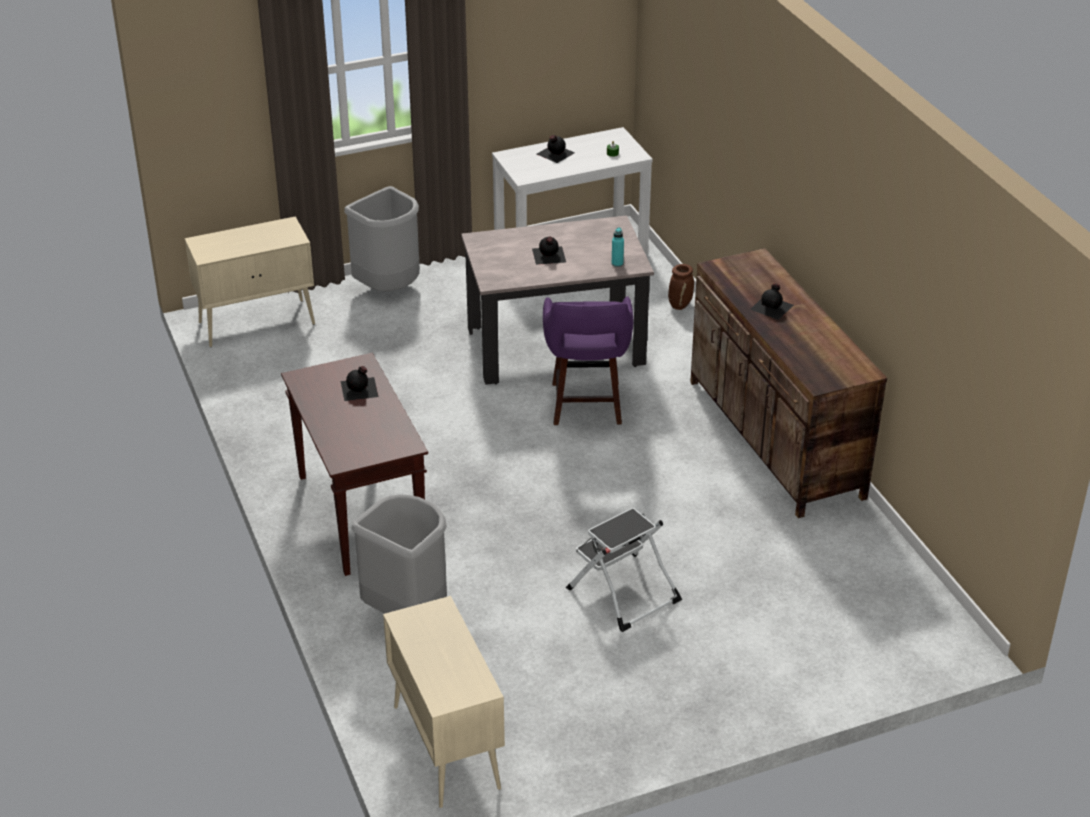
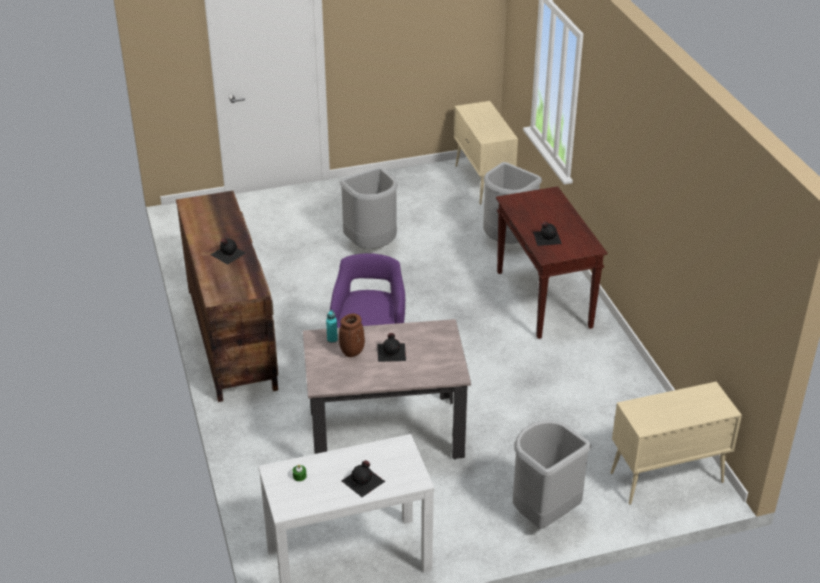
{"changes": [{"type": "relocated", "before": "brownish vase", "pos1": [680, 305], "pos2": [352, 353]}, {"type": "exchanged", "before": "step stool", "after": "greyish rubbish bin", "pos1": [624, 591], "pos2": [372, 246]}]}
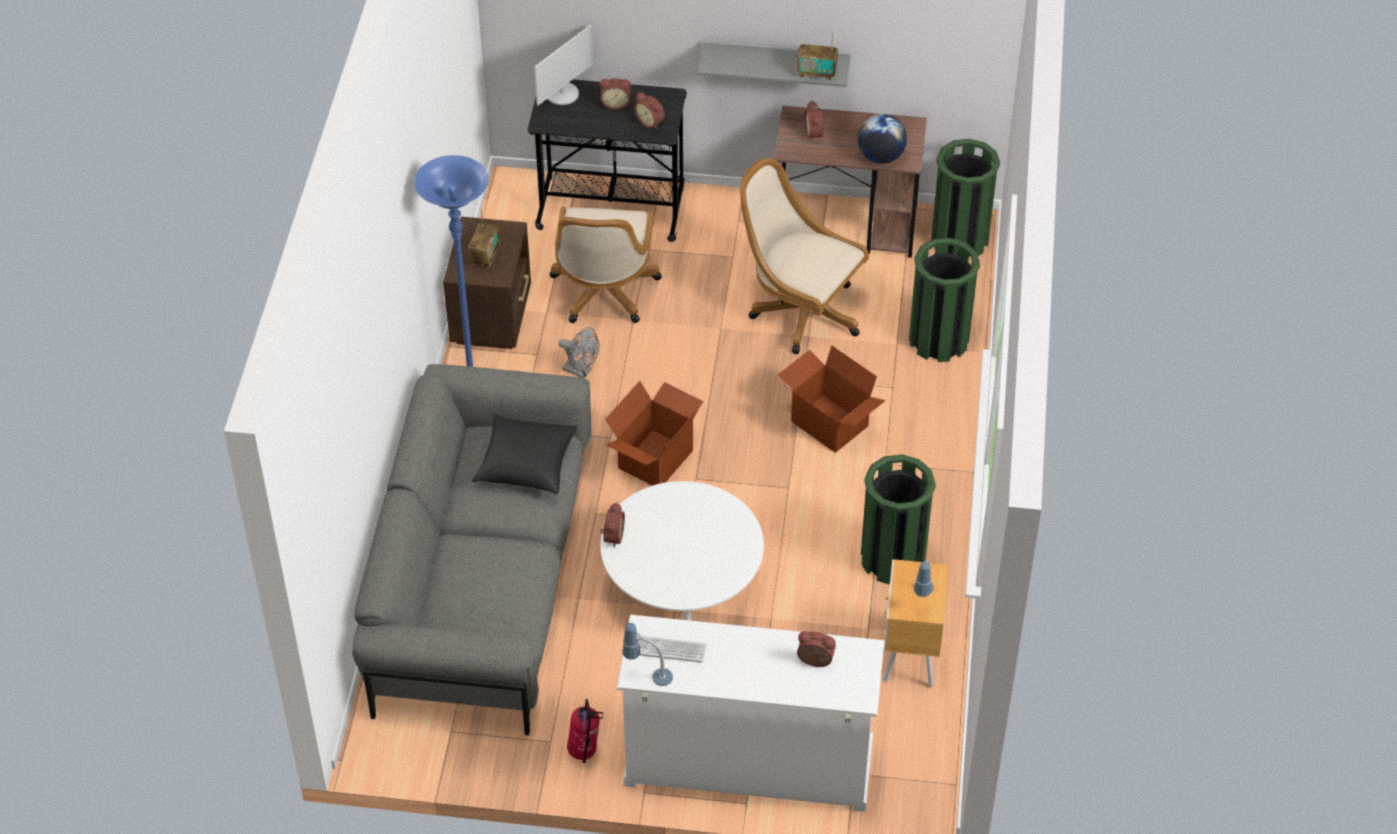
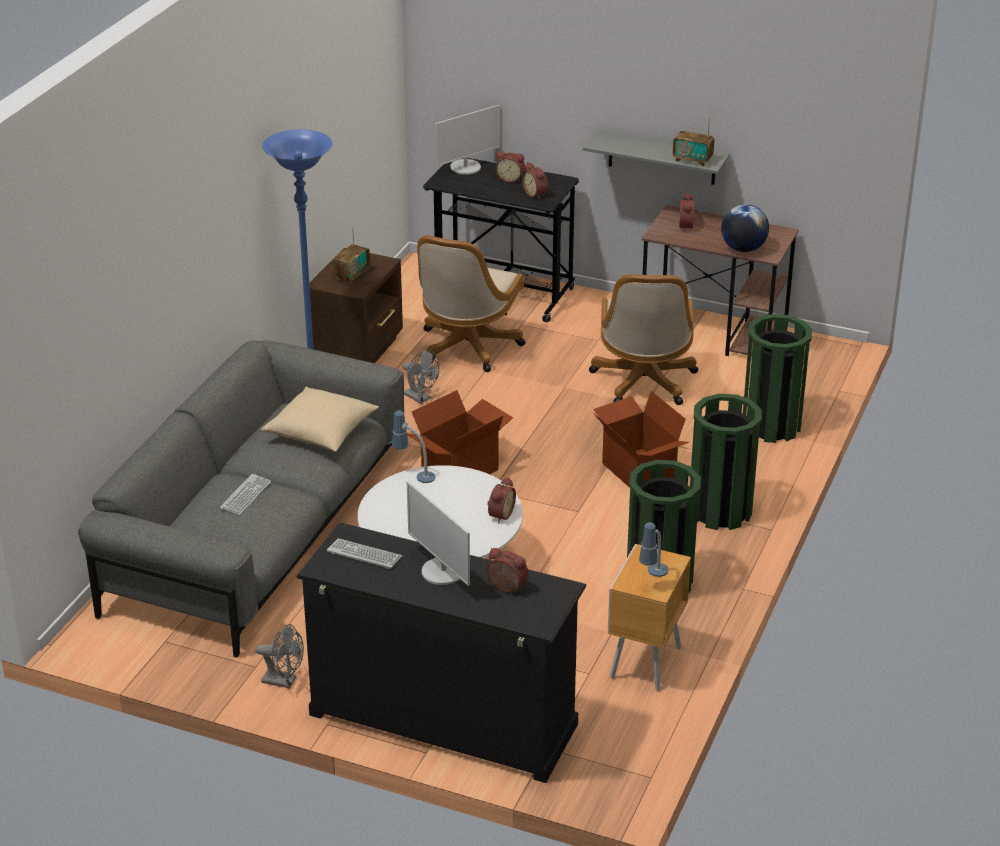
{"changes": [{"type": "appeared", "after": "PC keyboard", "pos2": [245, 495]}, {"type": "appeared", "after": "computer display", "pos2": [442, 572]}, {"type": "relocated", "before": "bedside clock", "pos1": [612, 536], "pos2": [499, 514]}, {"type": "relocated", "before": "lamp for a table", "pos1": [648, 675], "pos2": [414, 474]}, {"type": "relocated", "before": "greenish rubbish bin", "pos1": [959, 239], "pos2": [720, 511]}, {"type": "exchanged", "before": "fire-fighting cylinder", "after": "greyish fan", "pos1": [584, 752], "pos2": [284, 681]}, {"type": "colour", "before": "blackish throw pillow", "after": "sand-coloured throw pillow", "pos1": [526, 464], "pos2": [321, 432]}, {"type": "colour", "before": "whitish cupboard", "after": "blackish cupboard", "pos1": [747, 763], "pos2": [442, 719]}, {"type": "spun", "before": "desk chair", "pos1": [799, 310], "pos2": [644, 385], "turn": -135}]}
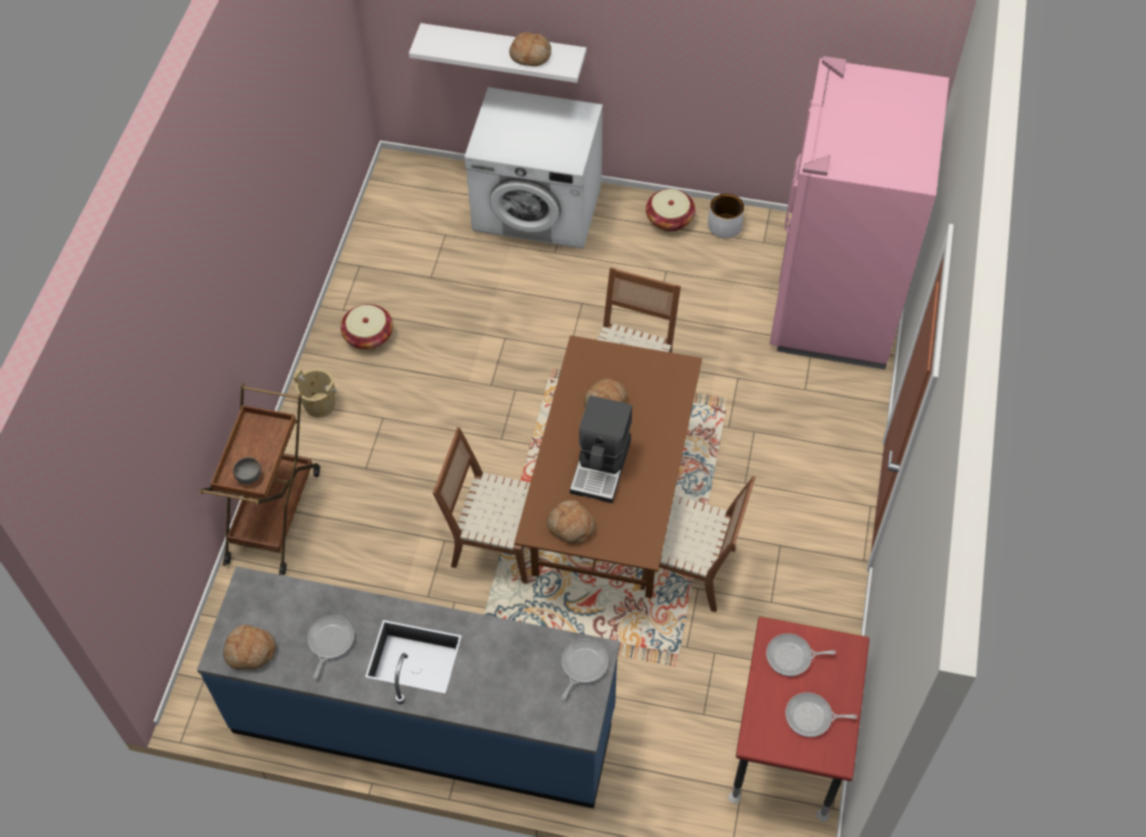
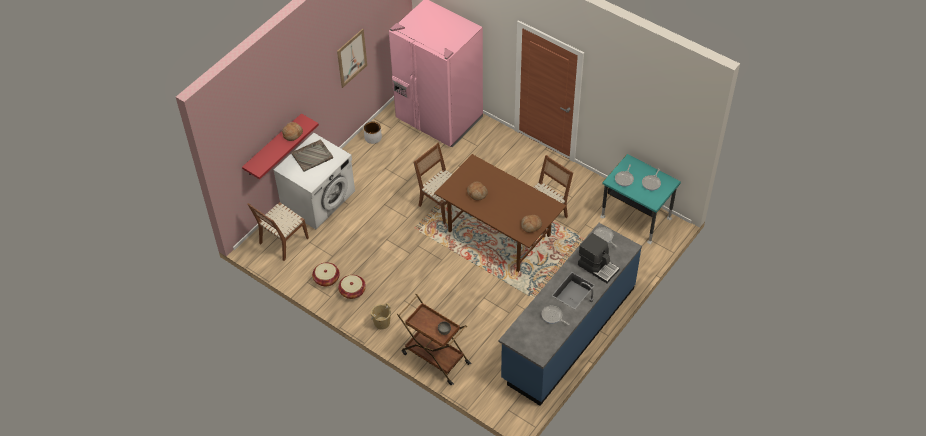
{"changes": [{"type": "missing", "before": "bakery bread", "pos1": [250, 651]}, {"type": "appeared", "after": "greyish serving tray", "pos2": [312, 156]}, {"type": "appeared", "after": "wall picture", "pos2": [352, 58]}, {"type": "relocated", "before": "plain chair", "pos1": [494, 542], "pos2": [282, 242]}, {"type": "relocated", "before": "coffee brewer", "pos1": [602, 466], "pos2": [598, 267]}, {"type": "relocated", "before": "storage basket", "pos1": [669, 219], "pos2": [326, 279]}, {"type": "colour", "before": "whitish bracket shelf", "after": "reddish bracket shelf", "pos1": [503, 48], "pos2": [273, 145]}, {"type": "colour", "before": "reddish desk table", "after": "turquoise desk table", "pos1": [788, 745], "pos2": [636, 217]}]}
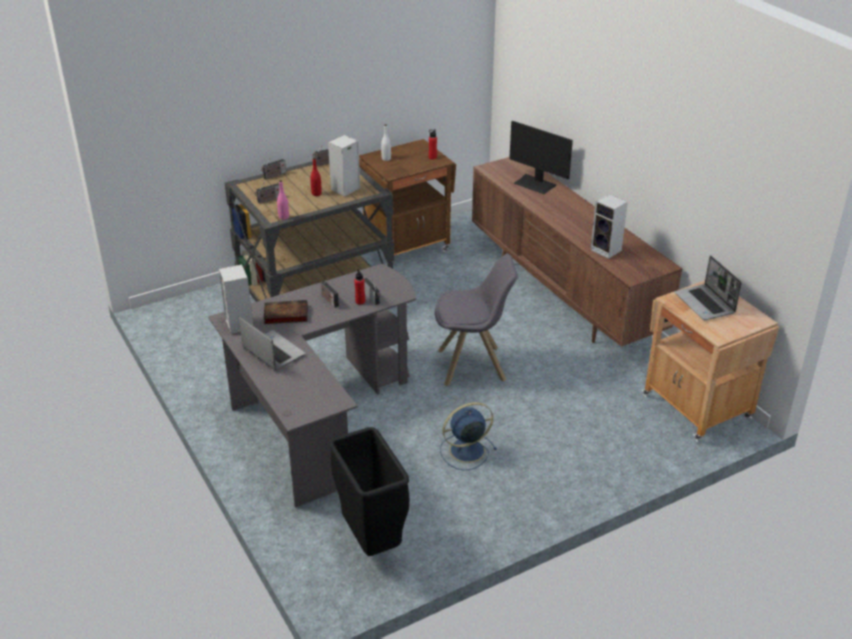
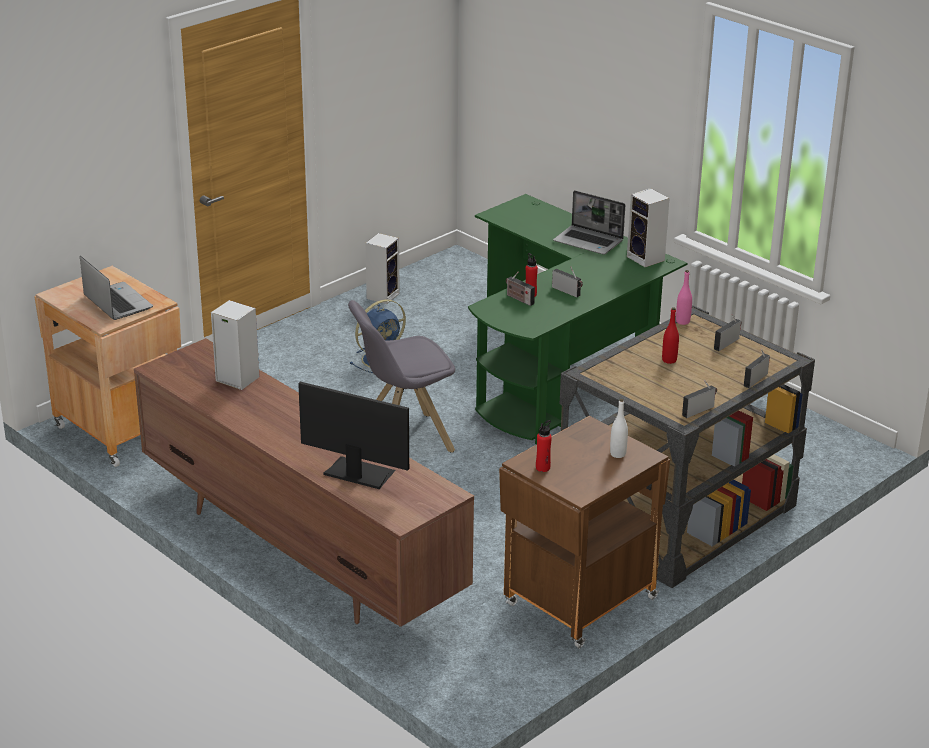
{"changes": [{"type": "missing", "before": "volume", "pos1": [284, 315]}, {"type": "missing", "before": "blackish rubbish bin", "pos1": [372, 541]}, {"type": "relocated", "before": "speaker", "pos1": [345, 190], "pos2": [383, 295]}, {"type": "colour", "before": "greyish desk table", "after": "greenish desk table", "pos1": [314, 414], "pos2": [563, 369]}]}
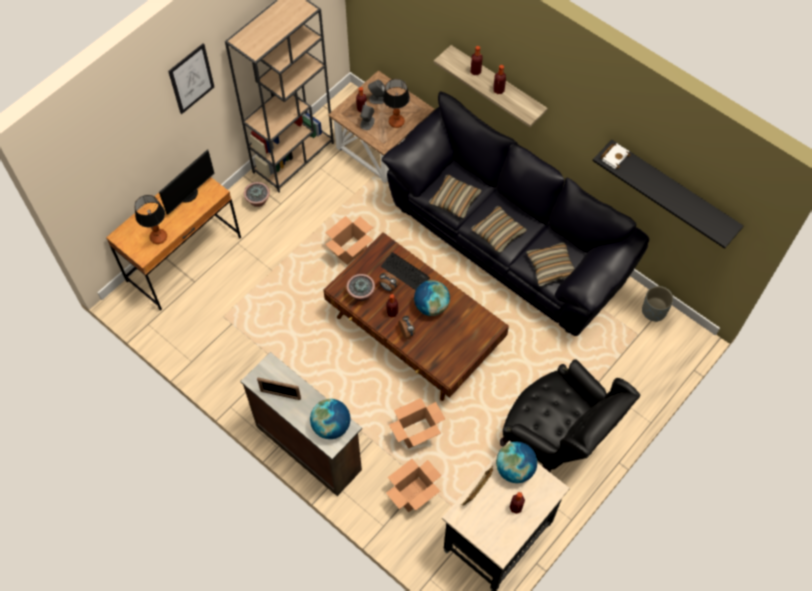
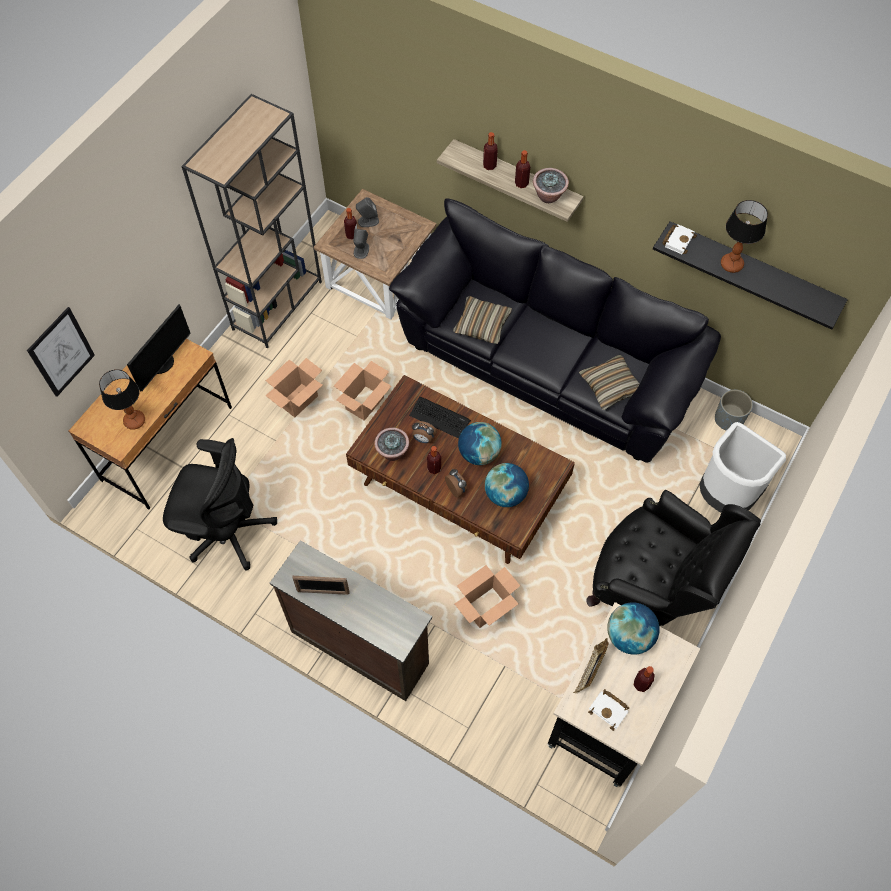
{"changes": [{"type": "missing", "before": "throw pillow", "pos1": [498, 233]}, {"type": "appeared", "after": "blackish desk chair", "pos2": [223, 531]}, {"type": "appeared", "after": "whitish volume", "pos2": [609, 710]}, {"type": "appeared", "after": "whitish rubbish bin", "pos2": [725, 497]}, {"type": "relocated", "before": "wall picture", "pos1": [191, 78], "pos2": [61, 352]}, {"type": "relocated", "before": "plant in a pot", "pos1": [258, 201], "pos2": [549, 196]}, {"type": "relocated", "before": "world globe", "pos1": [331, 426], "pos2": [505, 494]}, {"type": "relocated", "before": "lamp for a table", "pos1": [396, 122], "pos2": [731, 265]}, {"type": "relocated", "before": "carton", "pos1": [413, 495], "pos2": [298, 401]}]}
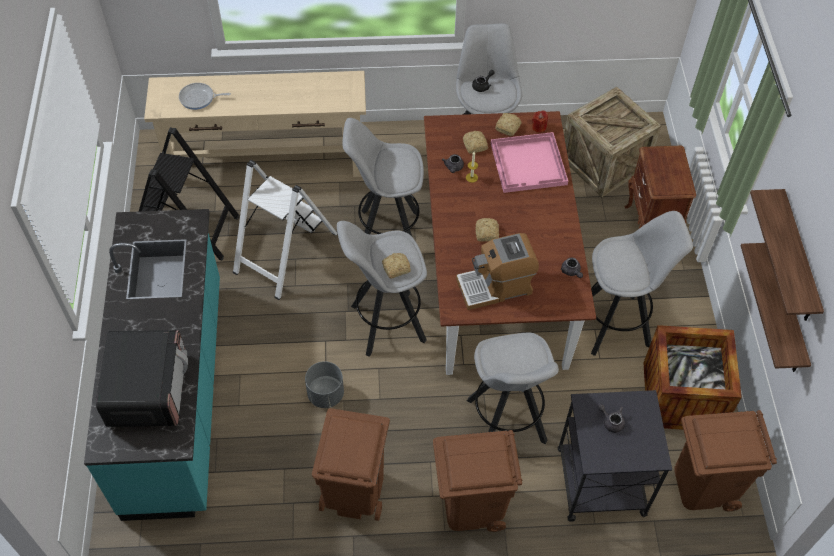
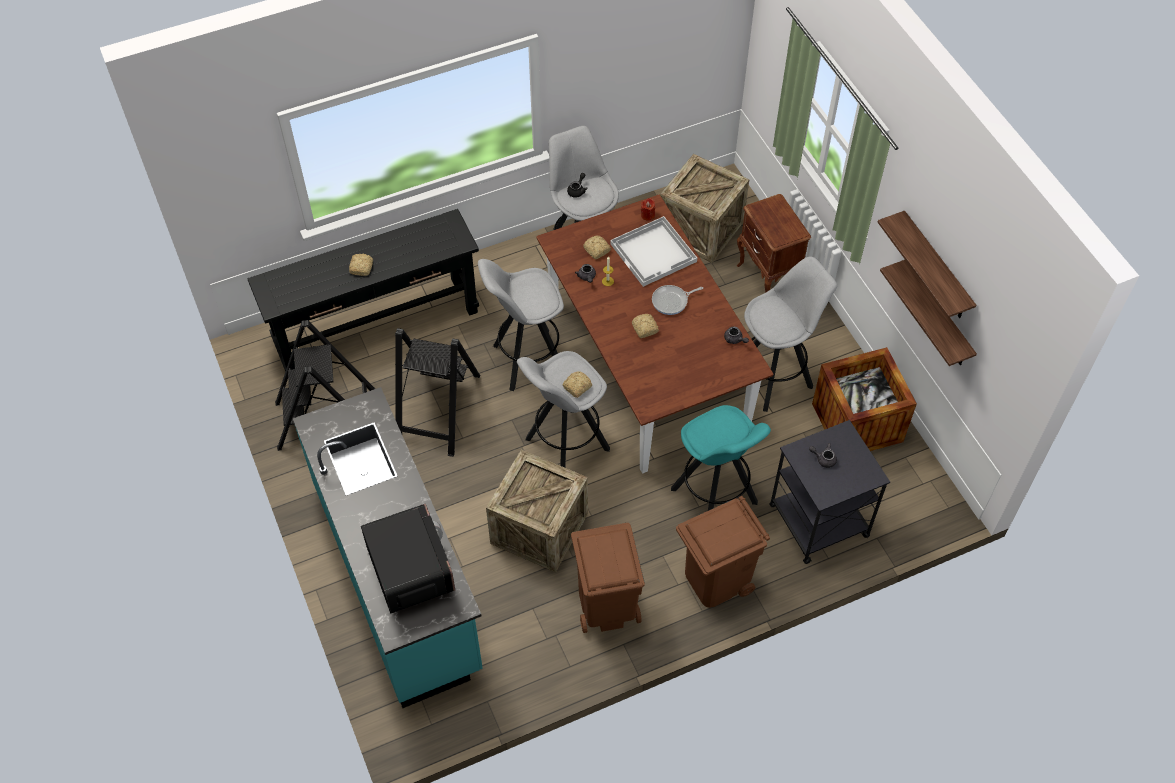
{"changes": [{"type": "missing", "before": "coffee brewer", "pos1": [495, 286]}, {"type": "missing", "before": "brownish rubbish bin", "pos1": [704, 485]}, {"type": "relocated", "before": "skillet", "pos1": [199, 98], "pos2": [672, 301]}, {"type": "relocated", "before": "bakery bread", "pos1": [508, 127], "pos2": [362, 267]}, {"type": "exchanged", "before": "greyish planter", "after": "shipping crate", "pos1": [325, 394], "pos2": [539, 528]}, {"type": "colour", "before": "sand-coloured hall table", "after": "blackish hall table", "pos1": [267, 161], "pos2": [377, 326]}, {"type": "colour", "before": "whitish step stool", "after": "blackish step stool", "pos1": [285, 253], "pos2": [438, 410]}, {"type": "colour", "before": "greyish stool", "after": "turquoise stool", "pos1": [506, 423], "pos2": [715, 498]}, {"type": "colour", "before": "pink-coloured serving tray", "after": "whitish serving tray", "pos1": [529, 164], "pos2": [654, 253]}]}
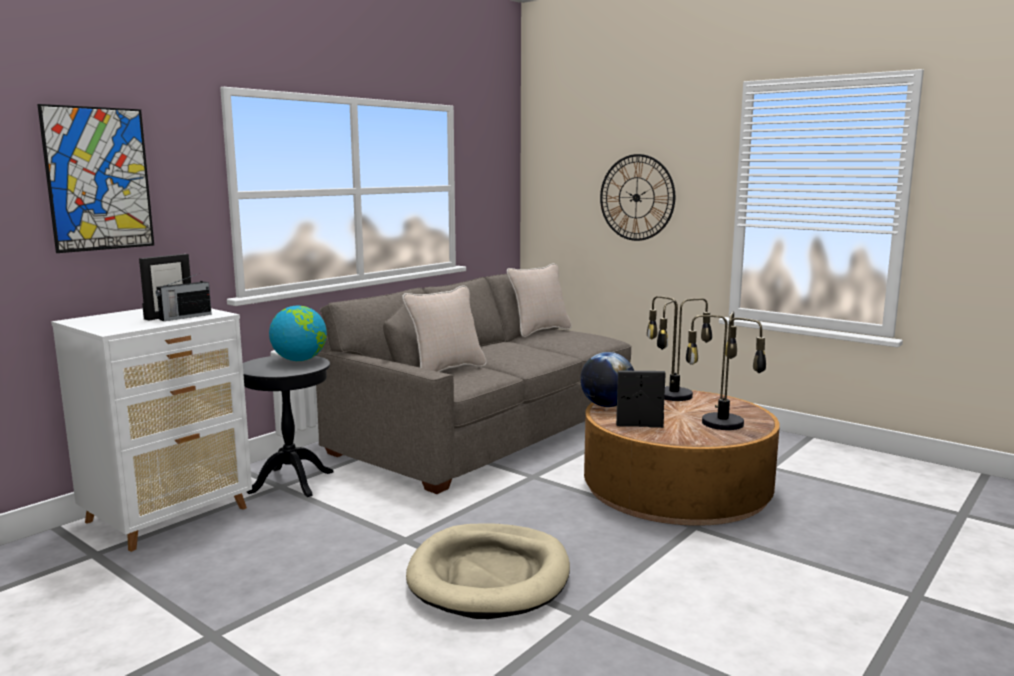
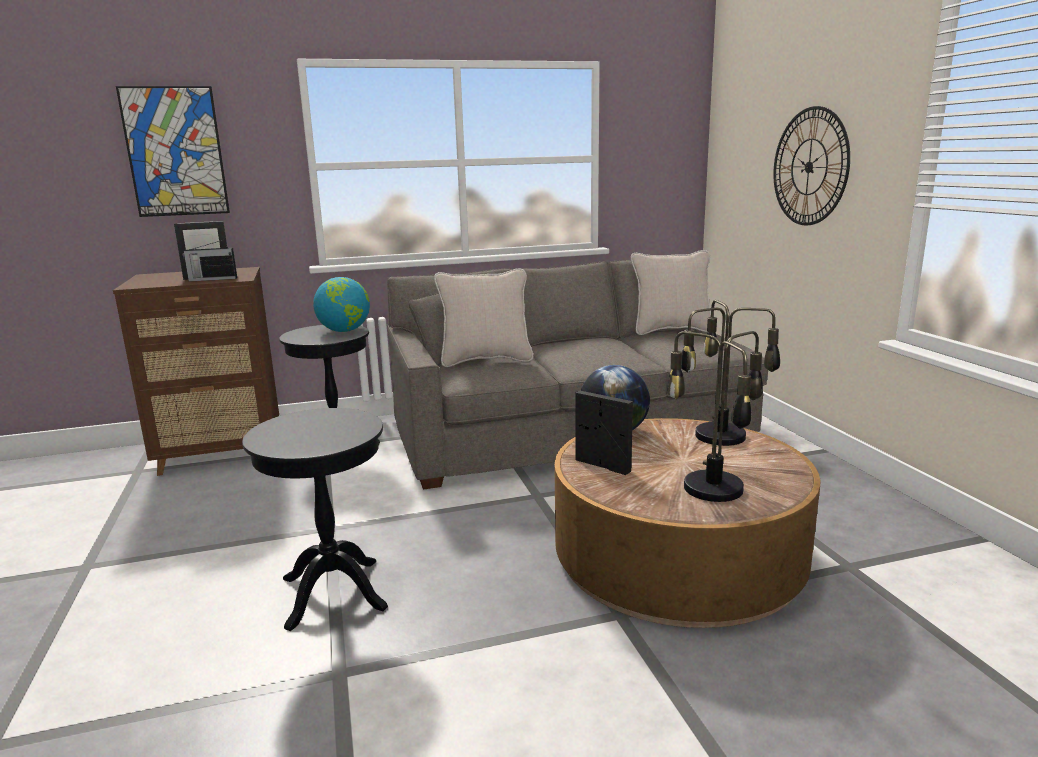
{"changes": [{"type": "exchanged", "before": "sand-coloured pet bed", "after": "blackish accent table", "pos1": [489, 576], "pos2": [333, 593]}, {"type": "colour", "before": "whitish drawer chest", "after": "brownish drawer chest", "pos1": [169, 514], "pos2": [222, 451]}]}
